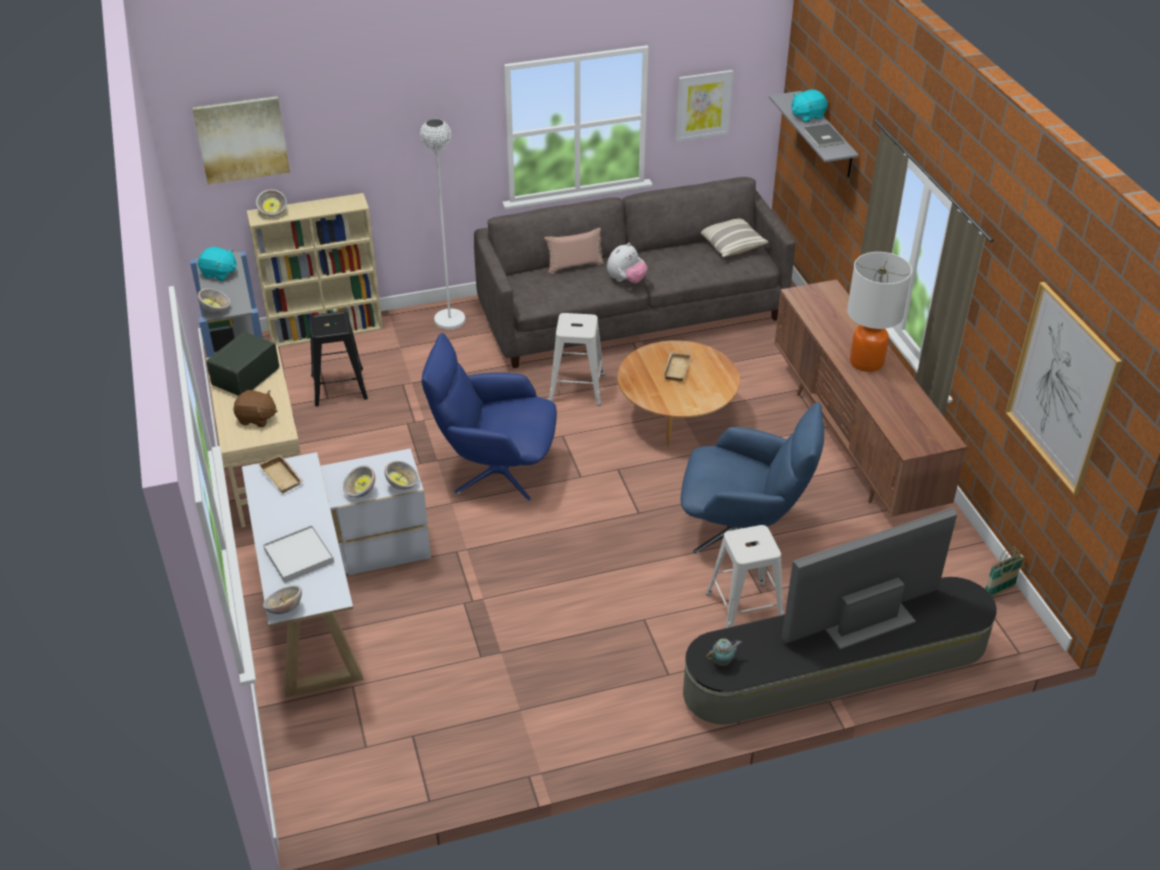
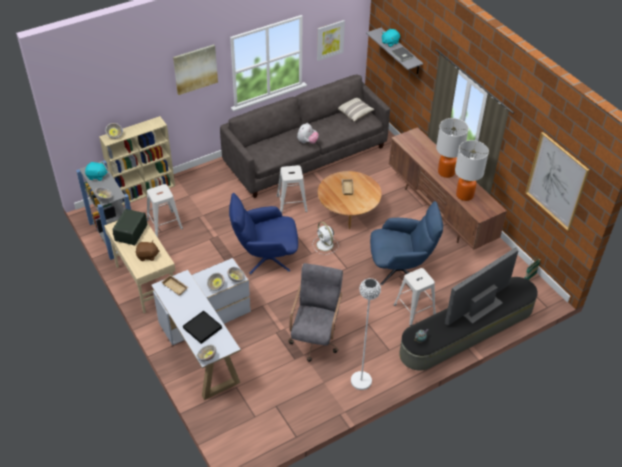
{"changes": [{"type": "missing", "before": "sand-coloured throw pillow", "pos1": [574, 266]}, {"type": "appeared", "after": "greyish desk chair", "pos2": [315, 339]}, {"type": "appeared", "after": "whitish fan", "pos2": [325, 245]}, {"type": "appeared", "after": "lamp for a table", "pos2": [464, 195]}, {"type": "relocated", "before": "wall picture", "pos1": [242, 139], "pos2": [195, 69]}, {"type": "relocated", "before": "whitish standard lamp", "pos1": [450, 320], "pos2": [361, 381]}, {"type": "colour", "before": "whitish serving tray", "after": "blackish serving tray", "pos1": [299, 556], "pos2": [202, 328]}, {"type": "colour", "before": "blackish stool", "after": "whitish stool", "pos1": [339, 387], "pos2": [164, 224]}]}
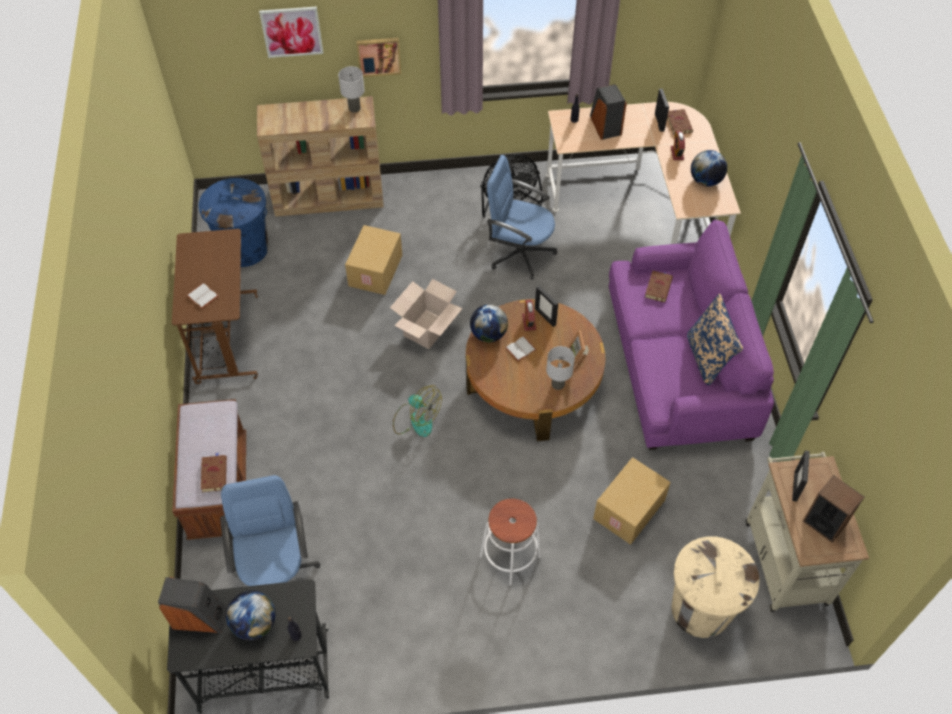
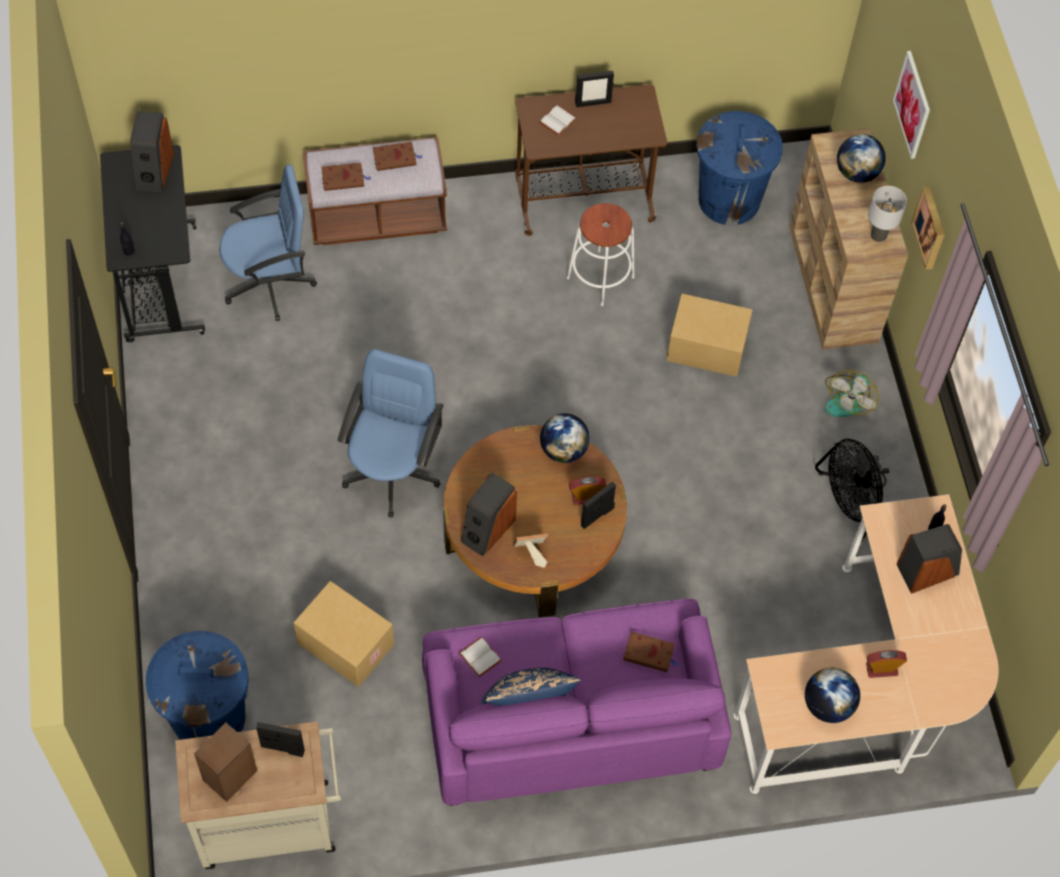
{"changes": [{"type": "missing", "before": "carton", "pos1": [427, 329]}, {"type": "relocated", "before": "world globe", "pos1": [254, 624], "pos2": [857, 173]}, {"type": "relocated", "before": "fan", "pos1": [416, 419], "pos2": [848, 399]}, {"type": "relocated", "before": "whitish stool", "pos1": [510, 556], "pos2": [600, 277]}, {"type": "relocated", "before": "bluish desk chair", "pos1": [519, 252], "pos2": [392, 471]}, {"type": "relocated", "before": "whitish volume", "pos1": [521, 350], "pos2": [479, 657]}, {"type": "relocated", "before": "picture frame", "pos1": [658, 122], "pos2": [593, 102]}, {"type": "relocated", "before": "brownish volume", "pos1": [678, 123], "pos2": [396, 158]}, {"type": "exchanged", "before": "whitish lamp for a table", "after": "speaker", "pos1": [557, 384], "pos2": [487, 529]}, {"type": "colour", "before": "sand-coloured rubbish bin", "after": "bluish rubbish bin", "pos1": [700, 609], "pos2": [208, 717]}]}
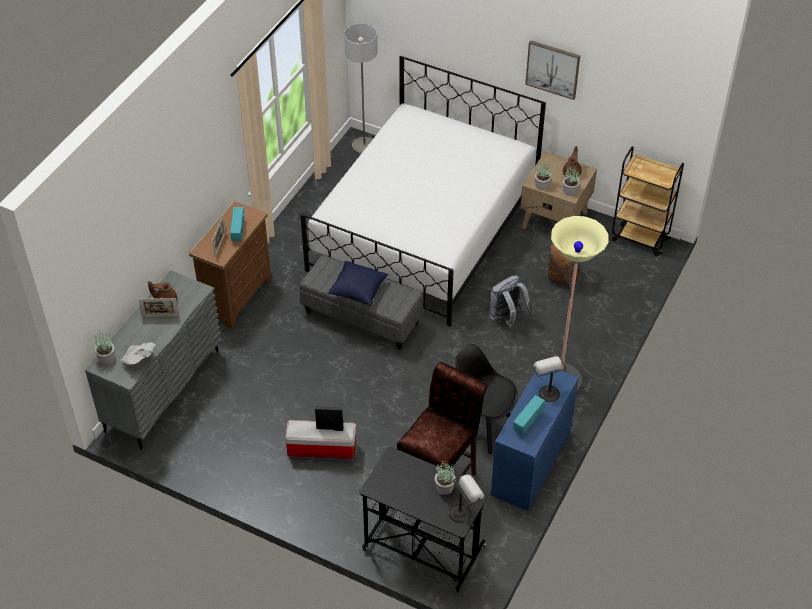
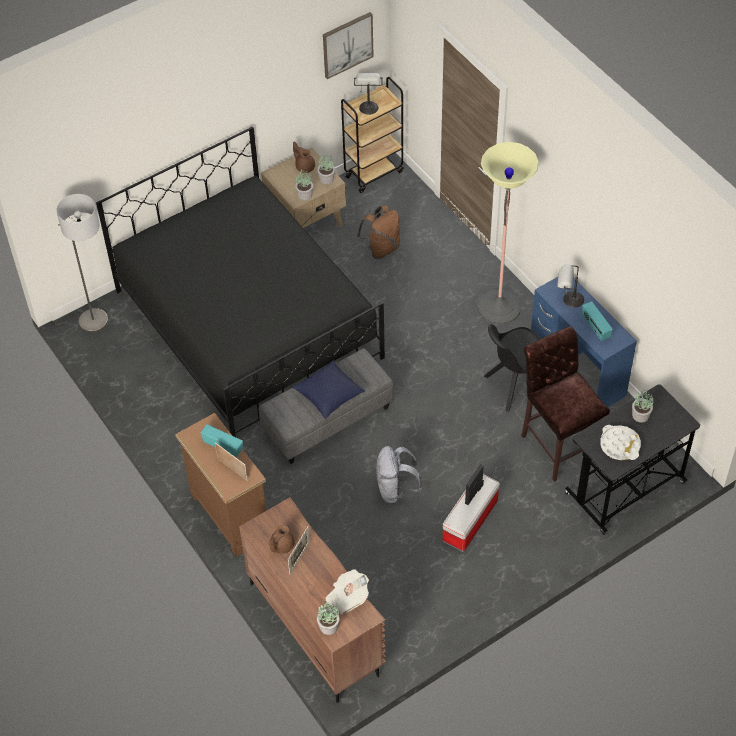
{"changes": [{"type": "appeared", "after": "whitish serving tray", "pos2": [620, 445]}, {"type": "relocated", "before": "lamp for a table", "pos1": [464, 510], "pos2": [368, 104]}, {"type": "relocated", "before": "greyish rucksack", "pos1": [507, 319], "pos2": [396, 490]}, {"type": "relocated", "before": "wall picture", "pos1": [553, 69], "pos2": [347, 44]}, {"type": "colour", "before": "greyish drawer chest", "after": "brownish drawer chest", "pos1": [164, 391], "pos2": [315, 628]}, {"type": "colour", "before": "whitish sleeping bed", "after": "blackish sleeping bed", "pos1": [424, 230], "pos2": [247, 323]}]}
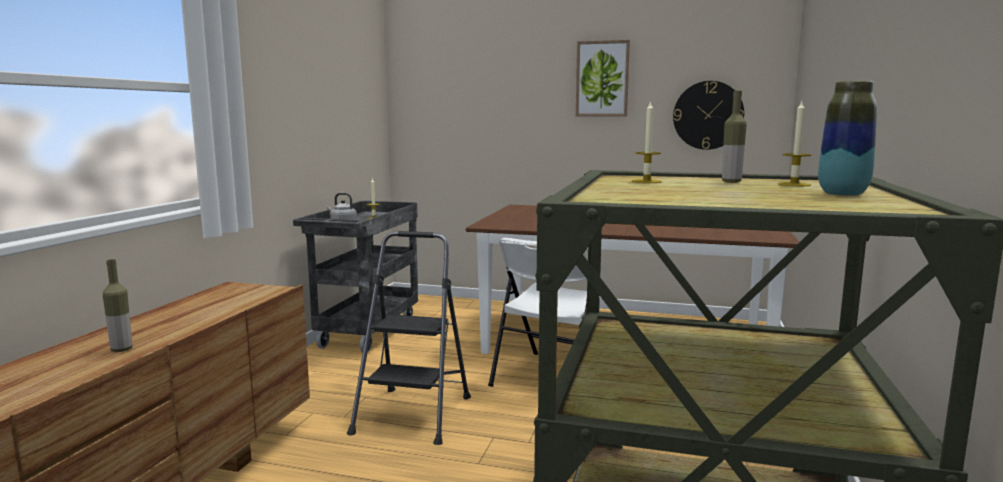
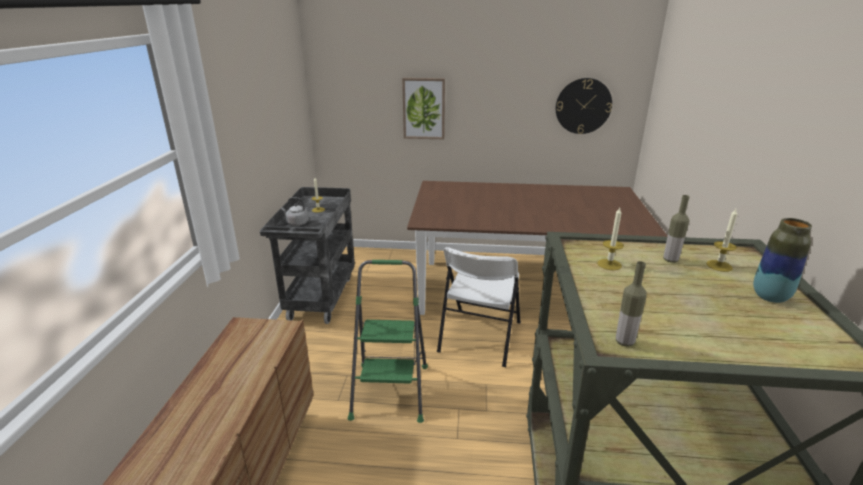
{"changes": [{"type": "relocated", "before": "drink bottle", "pos1": [121, 349], "pos2": [624, 342]}, {"type": "relocated", "before": "wall picture", "pos1": [602, 79], "pos2": [424, 108]}, {"type": "colour", "before": "blackish step stool", "after": "greenish step stool", "pos1": [414, 412], "pos2": [391, 388]}]}
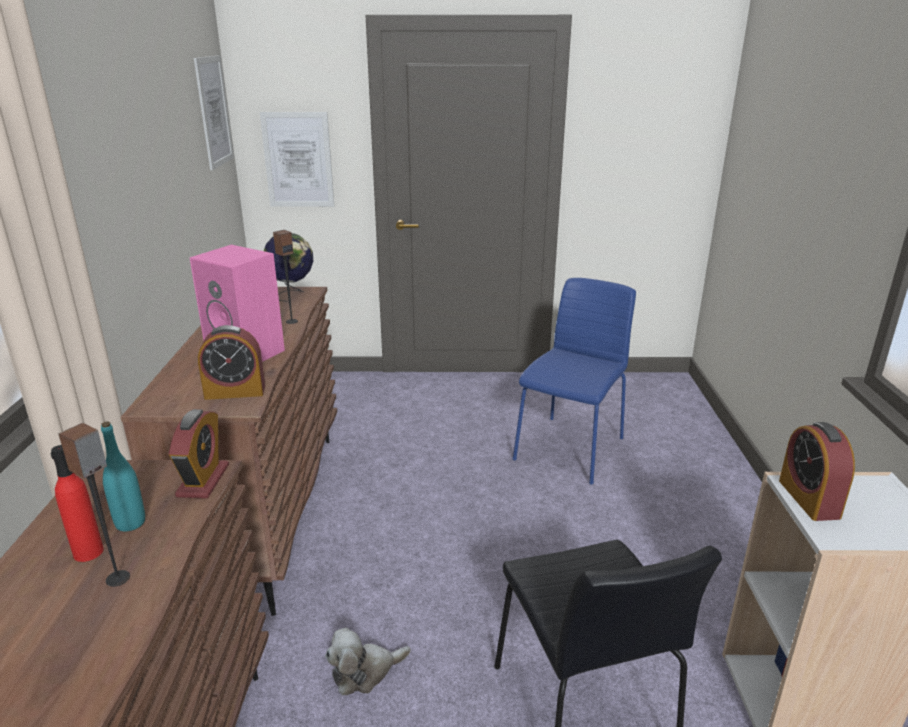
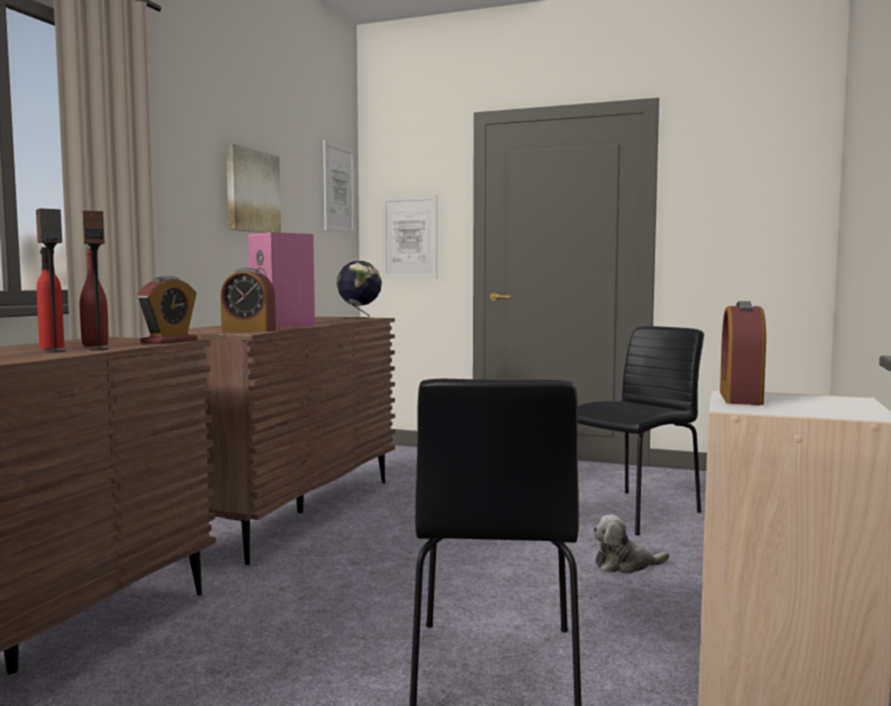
{"changes": [{"type": "appeared", "after": "wall picture", "pos2": [251, 191]}, {"type": "relocated", "before": "speaker", "pos1": [291, 321], "pos2": [99, 349]}, {"type": "relocated", "before": "plush toy", "pos1": [365, 672], "pos2": [625, 565]}, {"type": "colour", "before": "turquoise drink bottle", "after": "reddish drink bottle", "pos1": [130, 523], "pos2": [95, 345]}, {"type": "colour", "before": "bluish plain chair", "after": "blackish plain chair", "pos1": [571, 446], "pos2": [634, 511]}]}
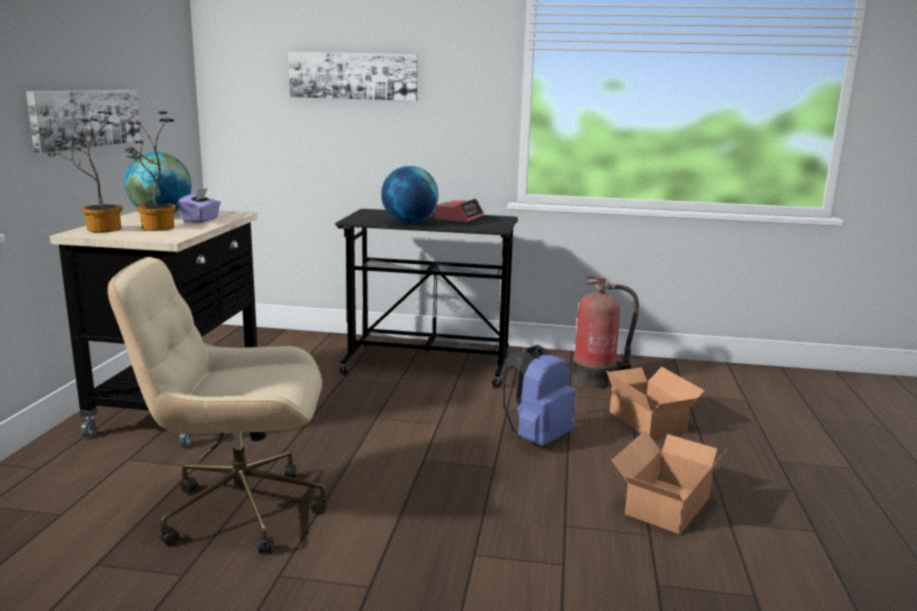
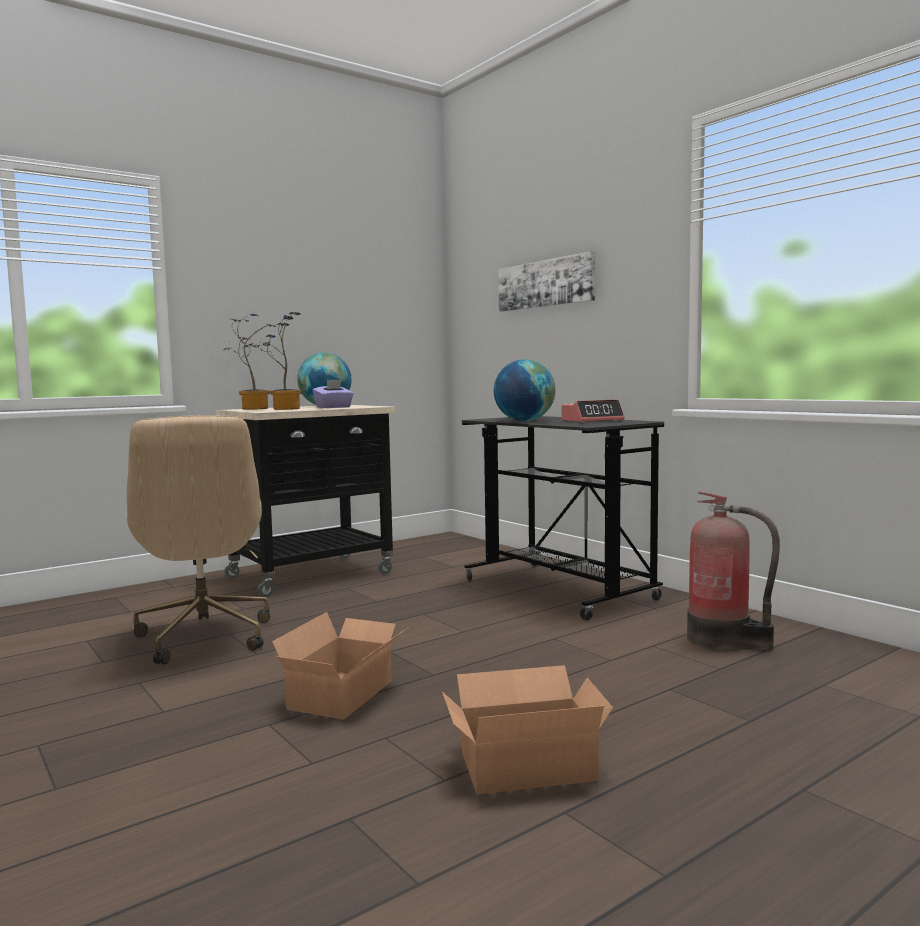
{"changes": [{"type": "missing", "before": "wall picture", "pos1": [86, 118]}, {"type": "missing", "before": "bluish rucksack", "pos1": [537, 438]}, {"type": "relocated", "before": "carton", "pos1": [648, 420], "pos2": [346, 694]}, {"type": "spun", "before": "sand-coloured desk chair", "pos1": [237, 511], "pos2": [204, 640], "turn": -150}]}
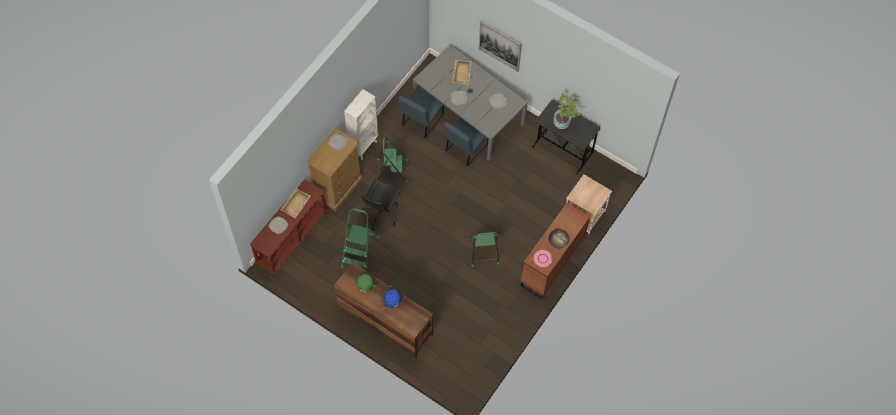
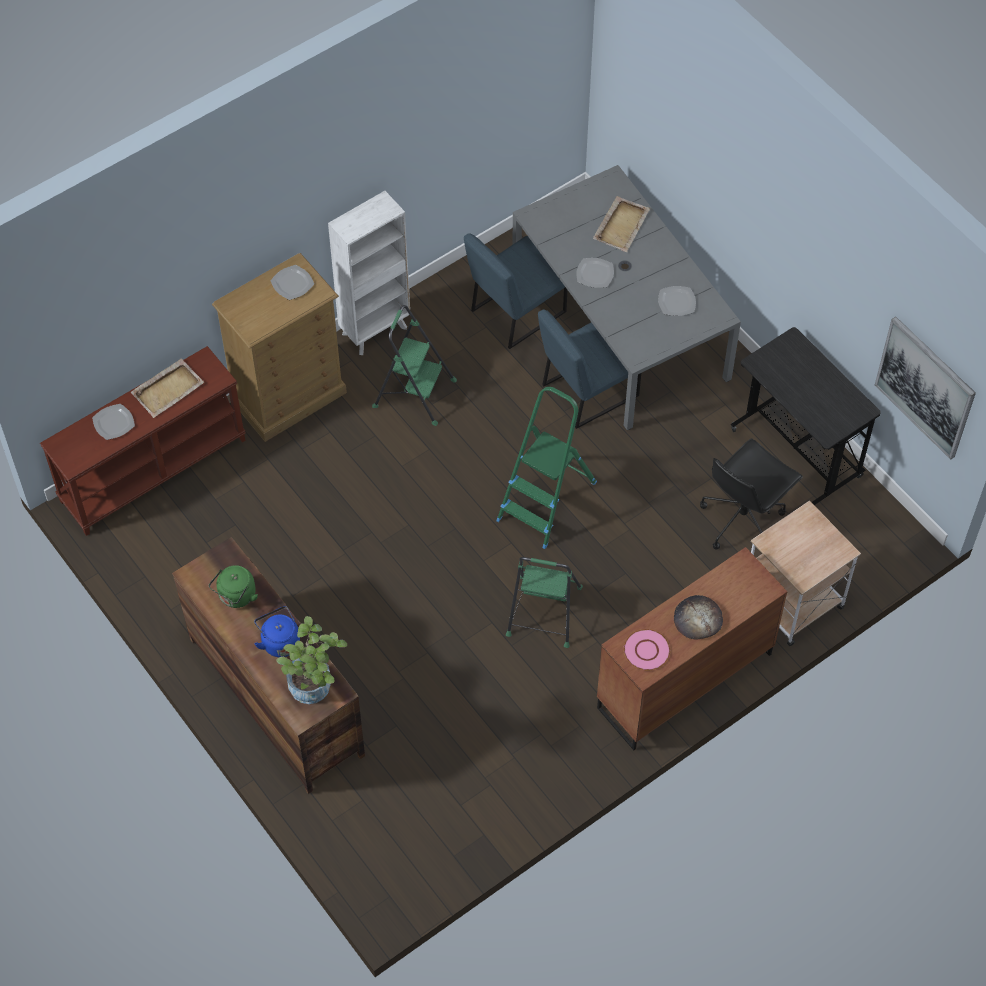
{"changes": [{"type": "relocated", "before": "greenish step stool", "pos1": [360, 252], "pos2": [546, 502]}, {"type": "relocated", "before": "blackish desk chair", "pos1": [381, 213], "pos2": [744, 518]}, {"type": "relocated", "before": "wall picture", "pos1": [500, 45], "pos2": [925, 387]}, {"type": "relocated", "before": "plant in a pot", "pos1": [564, 122], "pos2": [315, 689]}]}
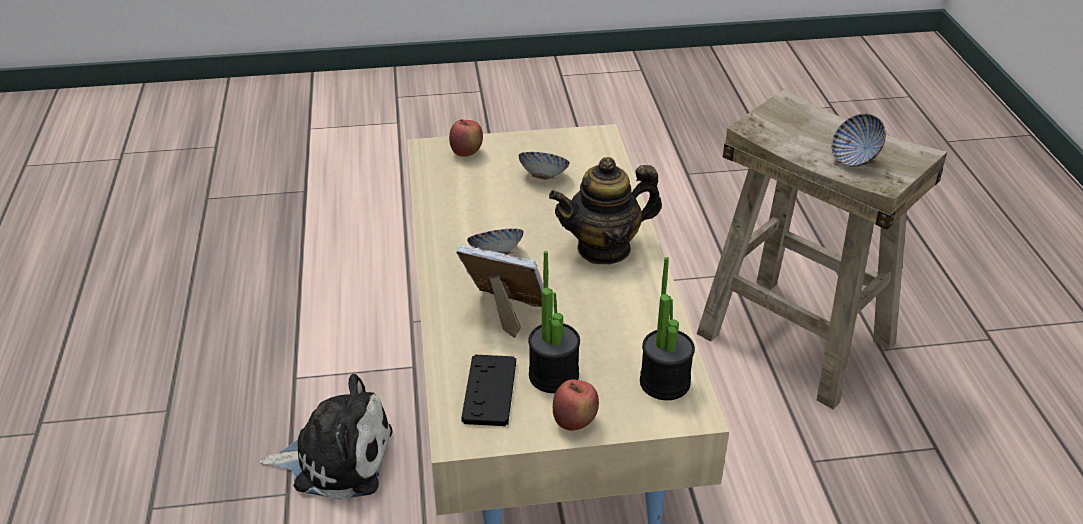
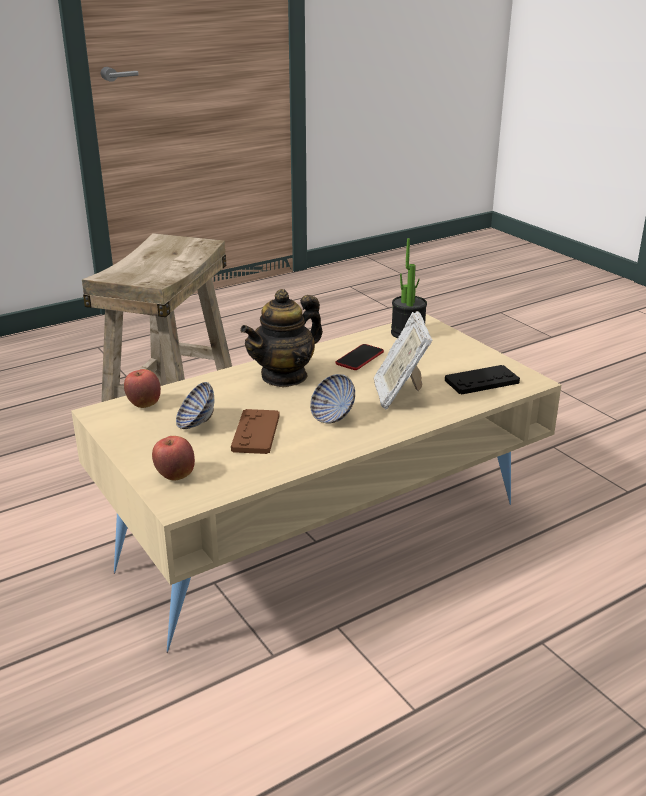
{"changes": [{"type": "missing", "before": "plush toy", "pos1": [336, 458]}, {"type": "missing", "before": "plant in a pot", "pos1": [553, 376]}, {"type": "missing", "before": "deep dish", "pos1": [854, 158]}, {"type": "appeared", "after": "brownish gamepad", "pos2": [256, 433]}, {"type": "appeared", "after": "phone", "pos2": [359, 358]}, {"type": "relocated", "before": "apple", "pos1": [574, 422], "pos2": [144, 404]}, {"type": "spun", "before": "teapot", "pos1": [604, 248], "pos2": [284, 376], "turn": 90}]}
